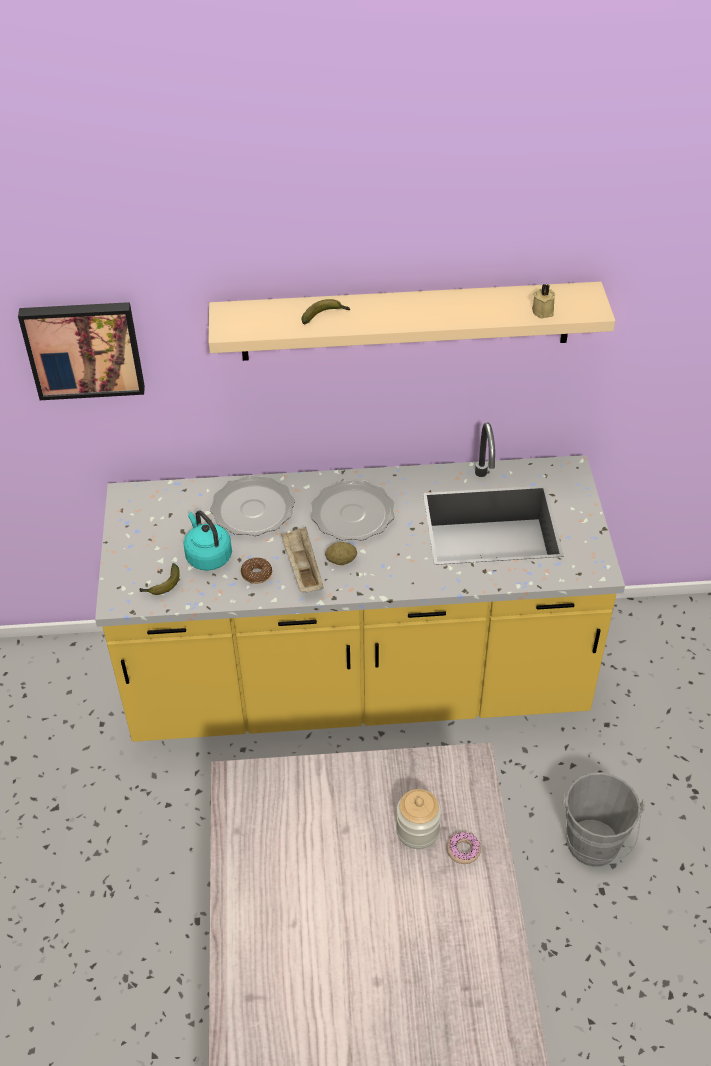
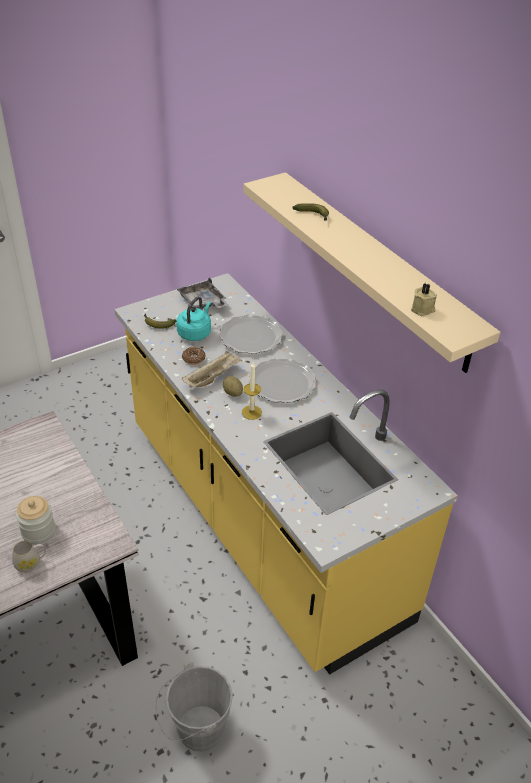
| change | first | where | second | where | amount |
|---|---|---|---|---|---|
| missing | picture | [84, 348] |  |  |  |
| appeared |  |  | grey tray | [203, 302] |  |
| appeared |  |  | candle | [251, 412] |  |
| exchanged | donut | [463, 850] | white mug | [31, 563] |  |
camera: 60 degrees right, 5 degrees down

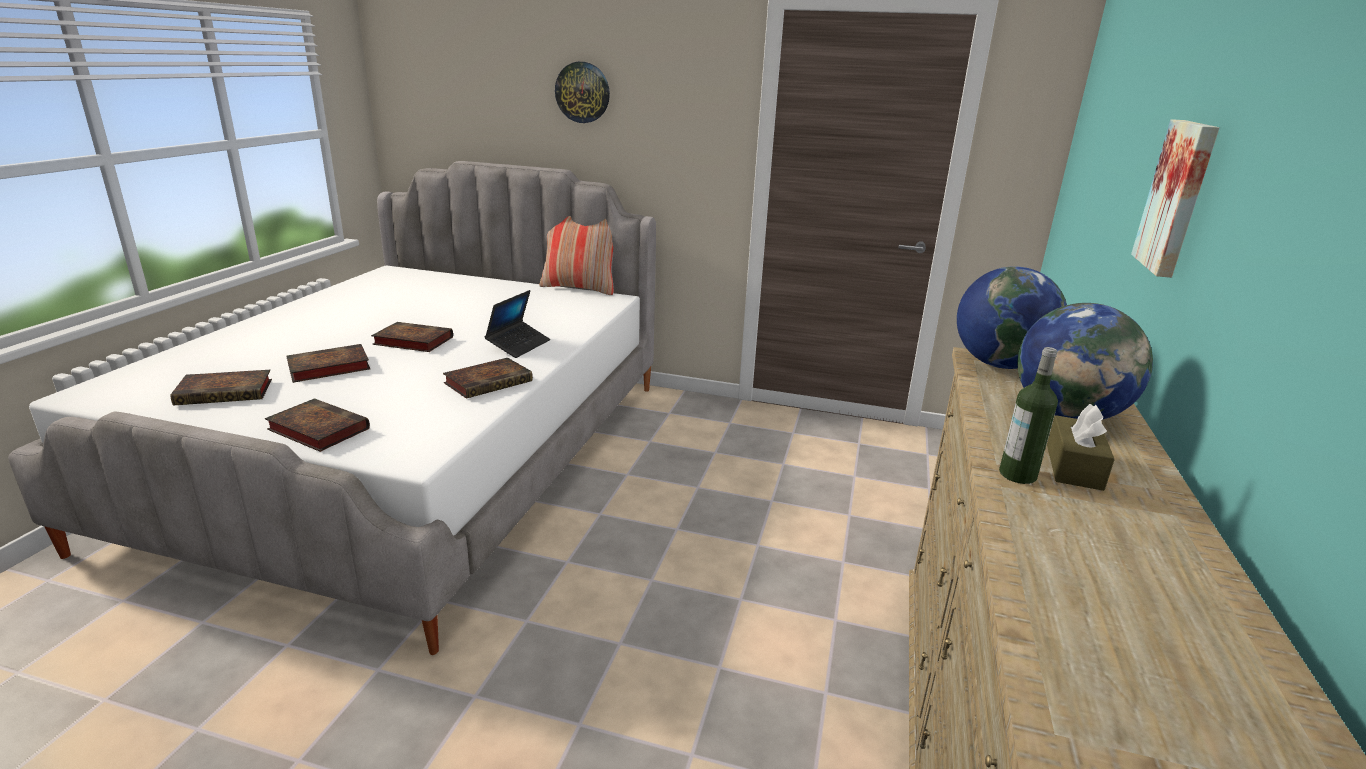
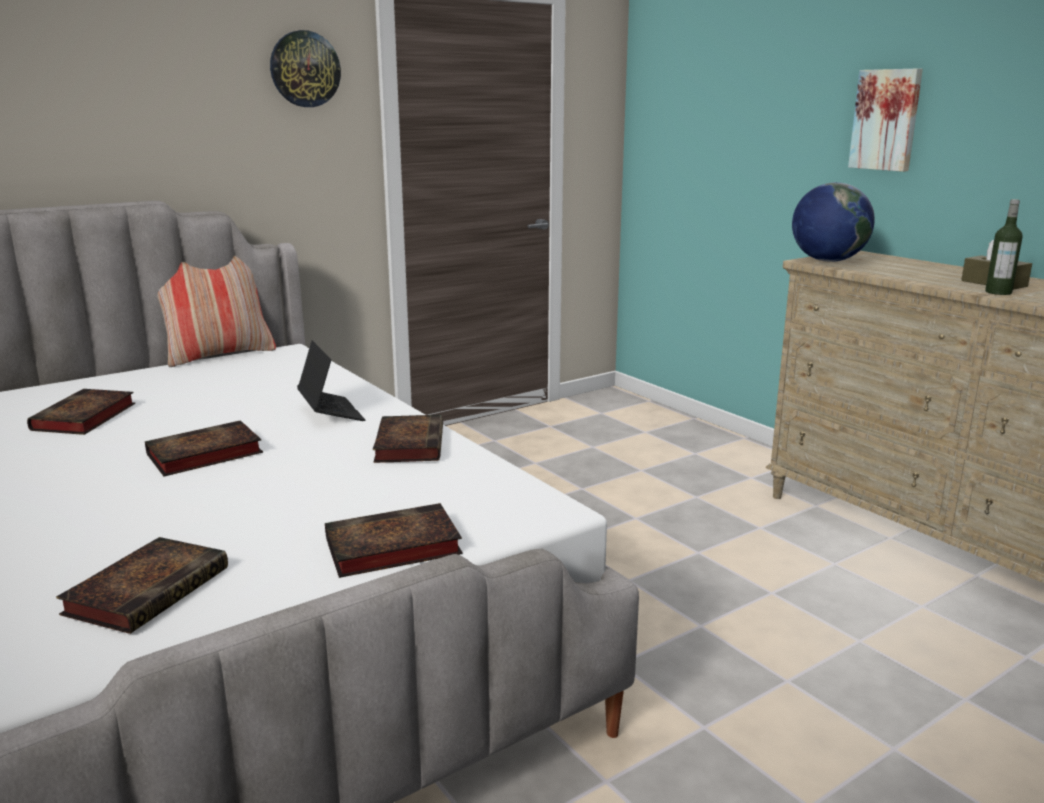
| change | first | where | second | where | amount |
|---|---|---|---|---|---|
| missing | globe | [1068, 415] |  |  |  |
| relocated | book | [327, 368] |  | [84, 418] |  |
| relocated | wall clock | [582, 92] |  | [305, 69] |  |
camera: 50 degrees left, 5 degrees down

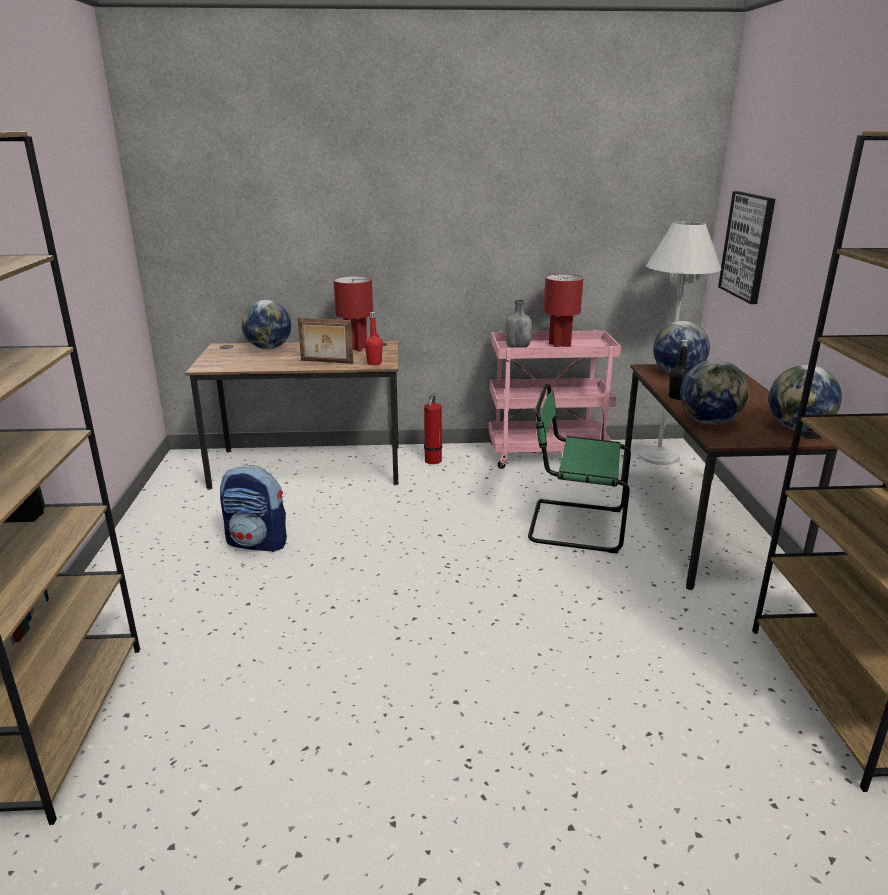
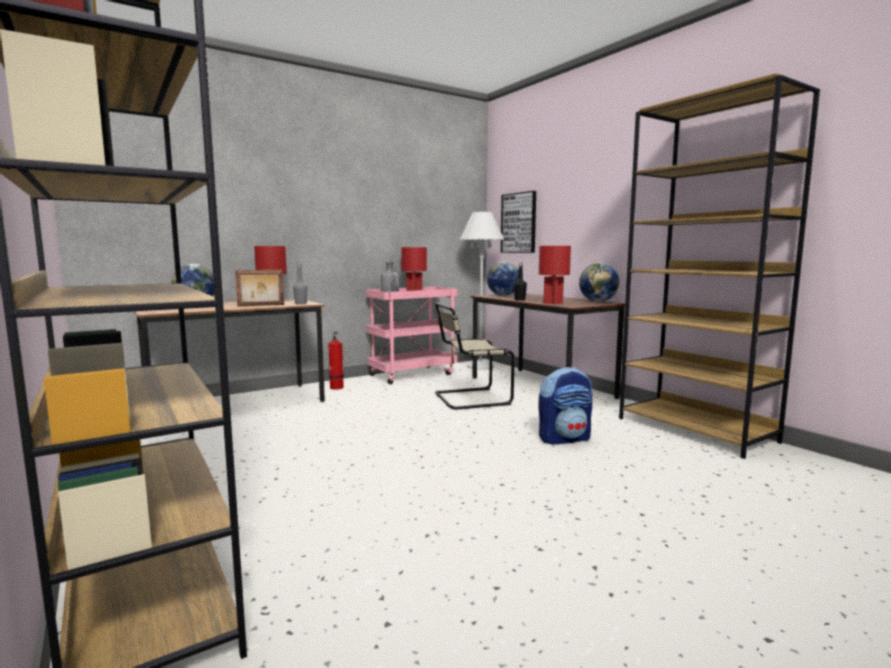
| change | first | where | second | where | amount |
|---|---|---|---|---|---|
| relocated | backpack | [258, 542] |  | [564, 438] |  |
| exchanged | globe | [709, 422] | red table lamp | [553, 303] |  |
| colour | red bottle | [374, 363] | grey bottle | [300, 303] |  |
| colour | green chair | [572, 525] | beige chair | [469, 399] |  |
camera: 30 degrees left, 15 degrees down

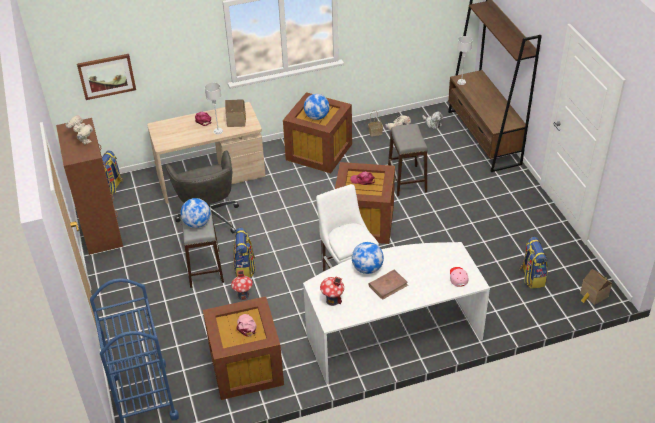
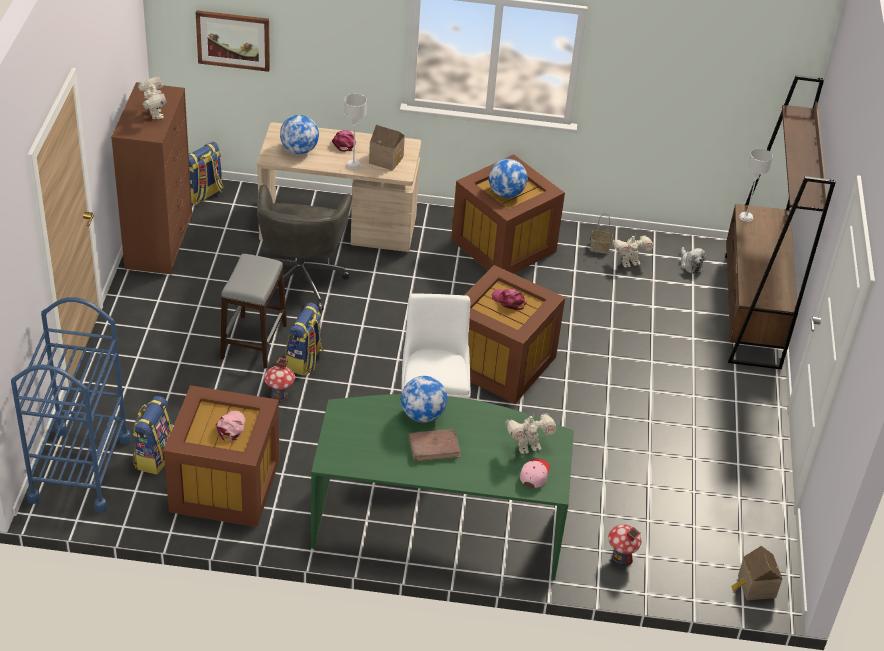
| change | first | where | second | where | amount |
|---|---|---|---|---|---|
| missing | grey stool | [407, 180] |  |  |  |
| appeared |  |  | toy robot | [528, 446] |  |
| relocated | globe | [197, 223] |  | [299, 150] |  |
| relocated | toy house | [332, 300] |  | [620, 557] |  |
| relocated | backpack | [531, 277] |  | [154, 456] |  |
| colour | white desk | [392, 333] | green desk | [439, 521] |  |
camera: 20 degrees right, 0 degrees up

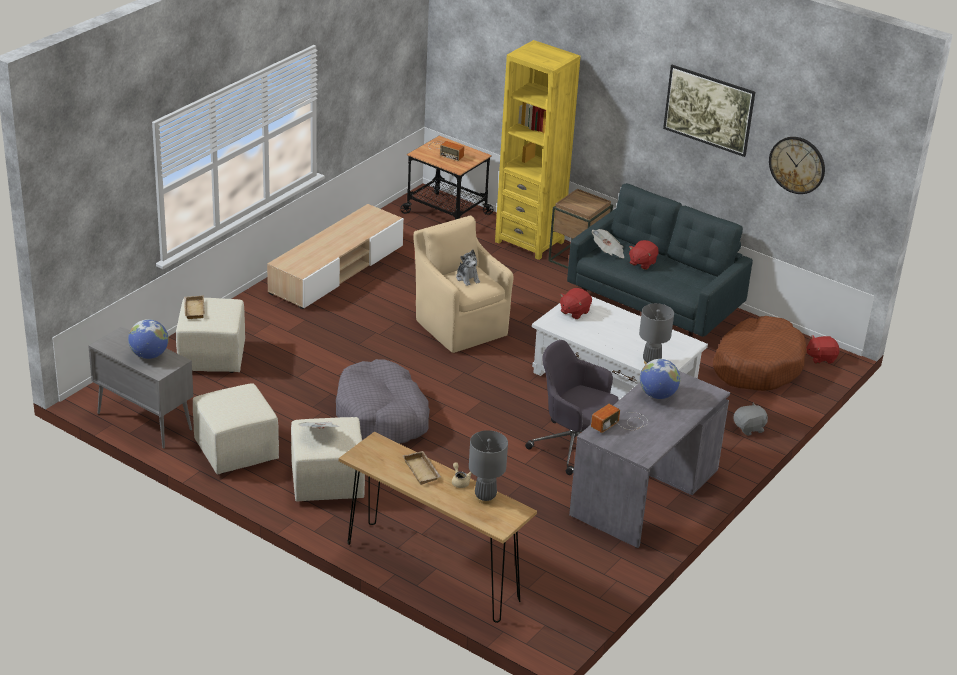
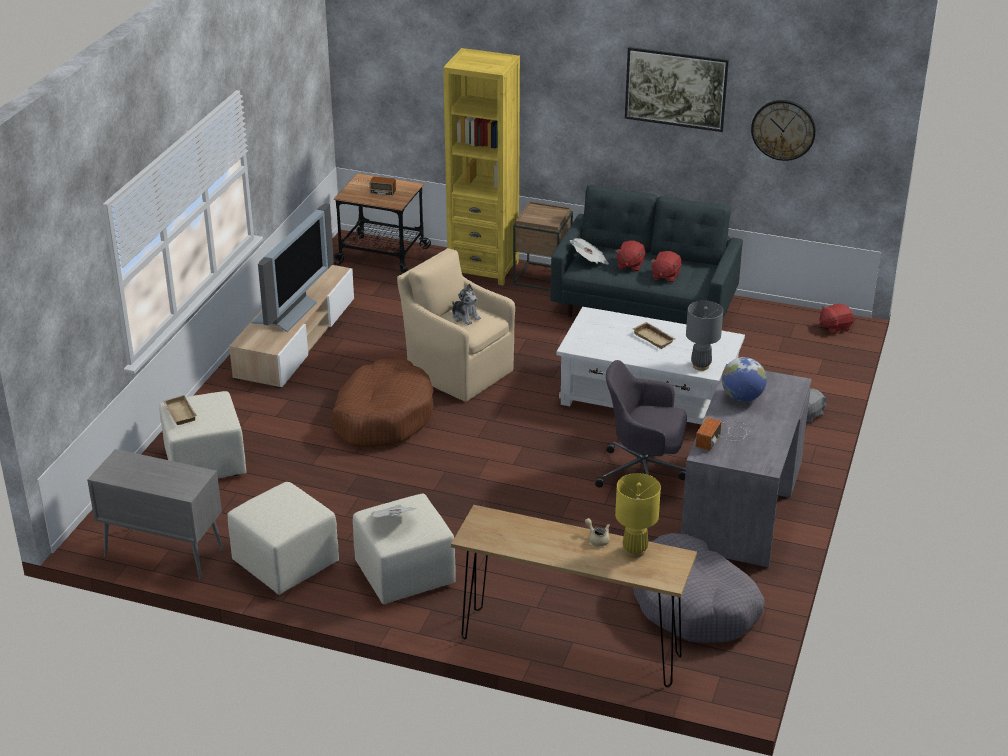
| change | first | where | second | where | amount |
|---|---|---|---|---|---|
| missing | globe | [149, 355] |  |  |  |
| appeared |  |  | television | [288, 314] |  |
| relocated | grey dog bed | [382, 416] |  | [694, 604] |  |
| relocated | beige tray | [422, 471] |  | [654, 338] |  |
| relocated | red plush toy | [574, 312] |  | [665, 276] |  |
| relocated | brown dog bed | [757, 365] |  | [382, 417] |  |
| colour | grey table lamp | [485, 498] | yellow table lamp | [634, 551] |  |
camera: 15 degrees left, 0 degrees up

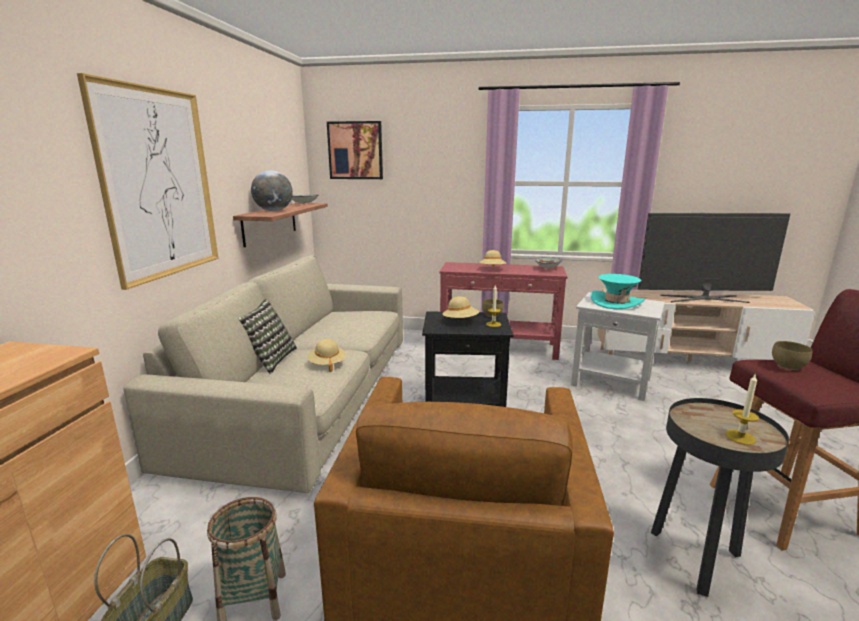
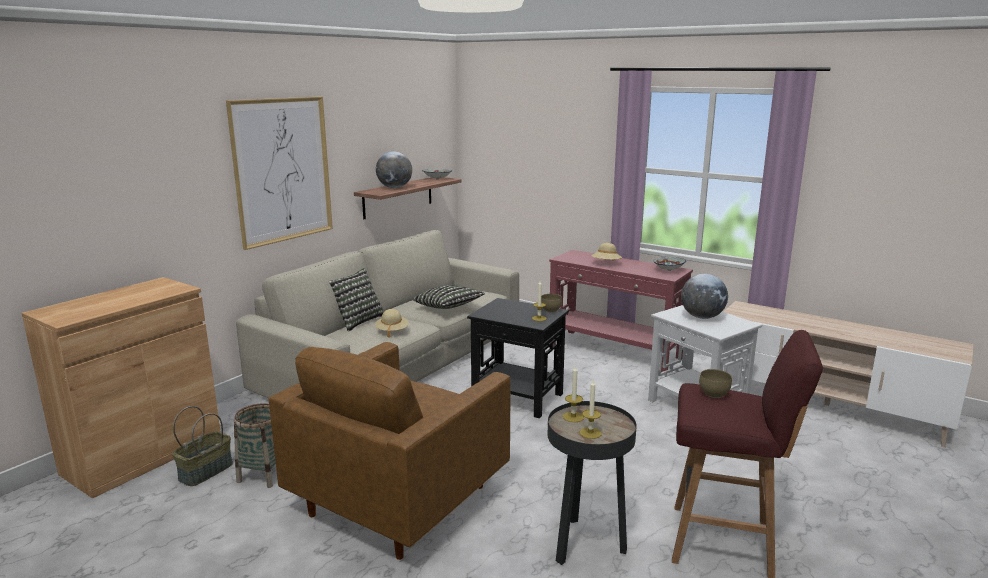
| change | first | where | second | where | amount |
|---|---|---|---|---|---|
| missing | picture | [355, 150] |  |  |  |
| missing | beige hat | [460, 321] |  |  |  |
| missing | television | [704, 299] |  |  |  |
| appeared |  |  | pillow | [448, 307] |  |
| appeared |  |  | candle | [573, 417] |  |
| exchanged | turquoise hat | [616, 302] | globe | [702, 317] |  |
camera: 25 degrees right, 0 degrees up

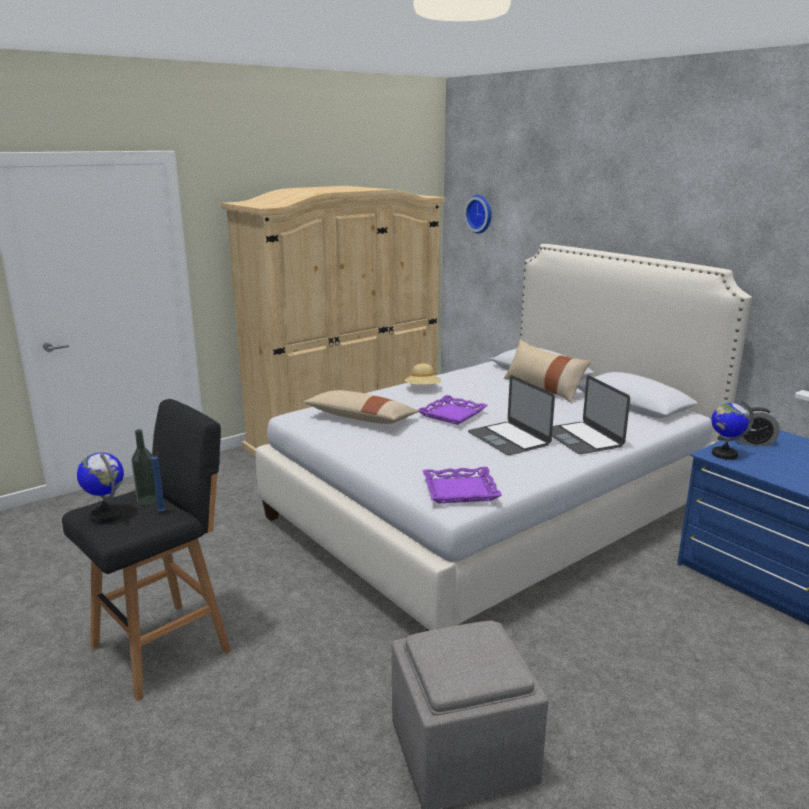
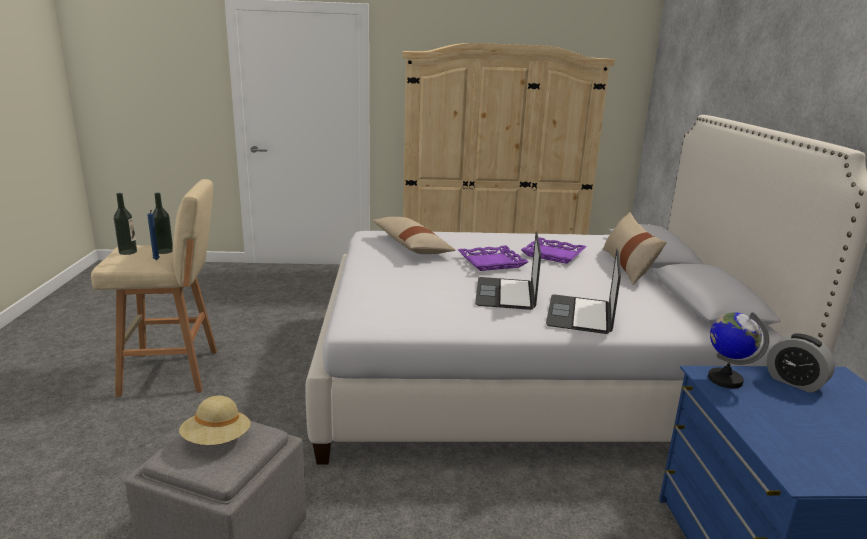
| change | first | where | second | where | amount |
|---|---|---|---|---|---|
| missing | wall clock | [480, 214] |  |  |  |
| relocated | beige hat | [423, 389] |  | [217, 440] |  |
| relocated | purple tray | [460, 490] |  | [553, 254] |  |
| exchanged | globe | [106, 515] | bottle | [128, 252] |  |
| colour | black stool | [165, 646] | beige stool | [174, 372] |  |
camera: 35 degrees right, 0 degrees up

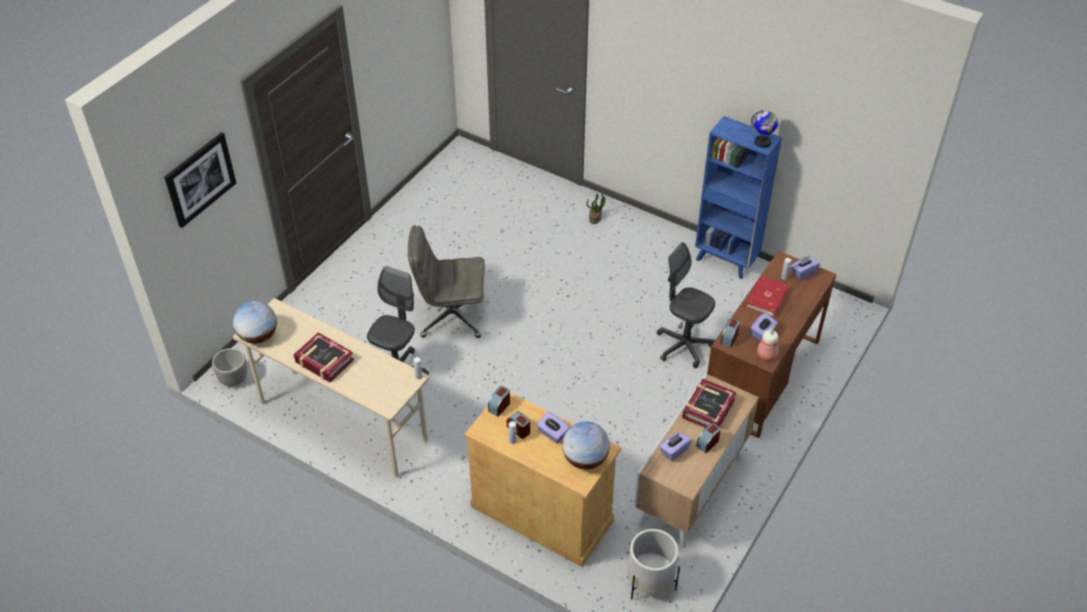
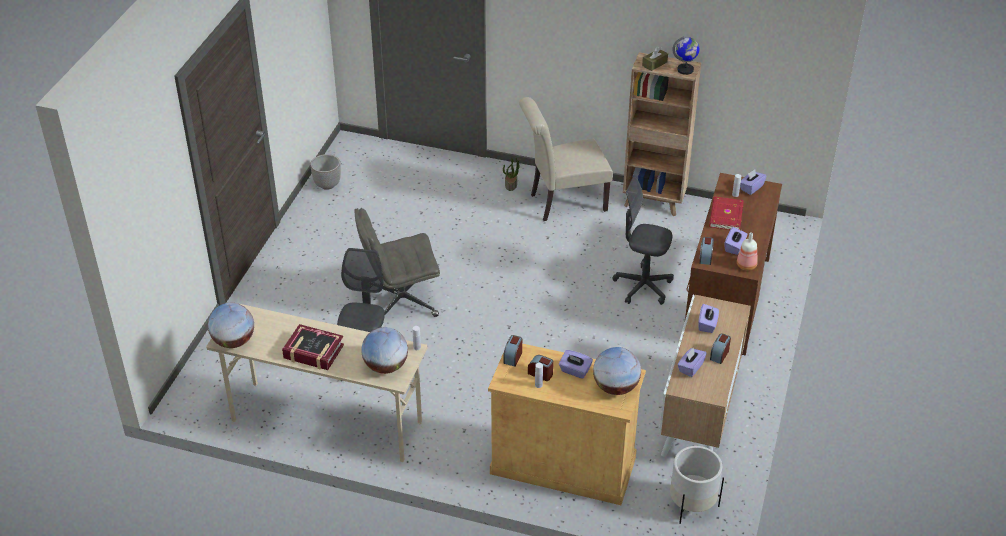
| change | first | where | second | where | amount |
|---|---|---|---|---|---|
| missing | picture | [200, 179] |  |  |  |
| appeared |  |  | globe | [386, 366] |  |
| appeared |  |  | beige chair | [563, 203] |  |
| appeared |  |  | brown tissue box | [654, 64] |  |
| relocated | planter | [234, 379] |  | [327, 184] |  |
| exchanged | book | [708, 409] | purple tissue box | [707, 325] |  |
| colour | blue bookcase | [726, 261] | brown bookcase | [654, 202] |  |
camera: 15 degrees left, 5 degrees down

